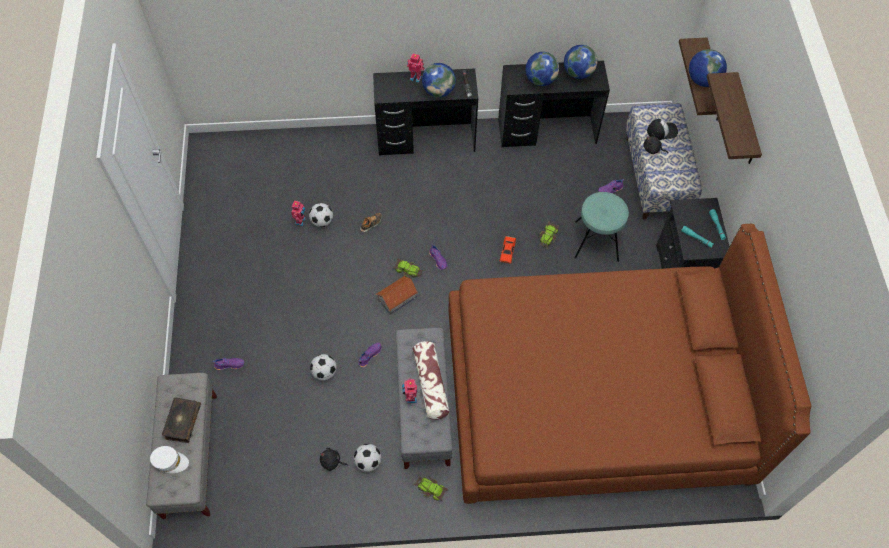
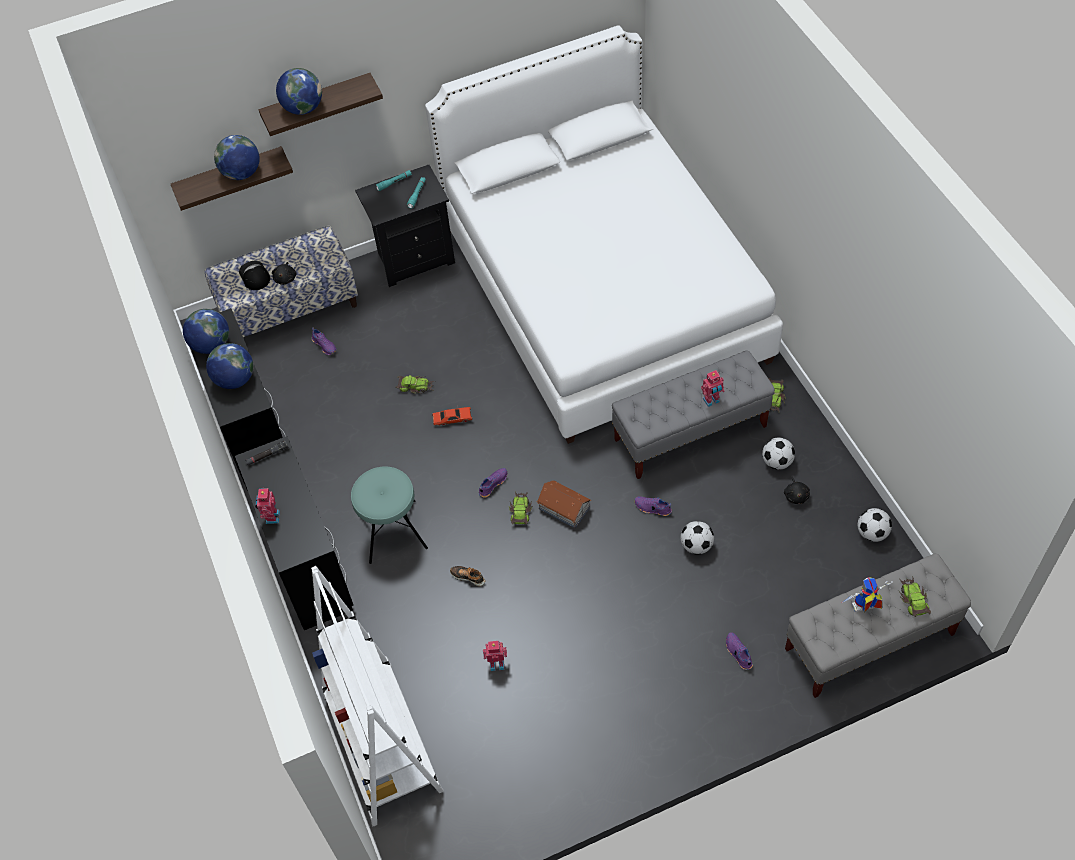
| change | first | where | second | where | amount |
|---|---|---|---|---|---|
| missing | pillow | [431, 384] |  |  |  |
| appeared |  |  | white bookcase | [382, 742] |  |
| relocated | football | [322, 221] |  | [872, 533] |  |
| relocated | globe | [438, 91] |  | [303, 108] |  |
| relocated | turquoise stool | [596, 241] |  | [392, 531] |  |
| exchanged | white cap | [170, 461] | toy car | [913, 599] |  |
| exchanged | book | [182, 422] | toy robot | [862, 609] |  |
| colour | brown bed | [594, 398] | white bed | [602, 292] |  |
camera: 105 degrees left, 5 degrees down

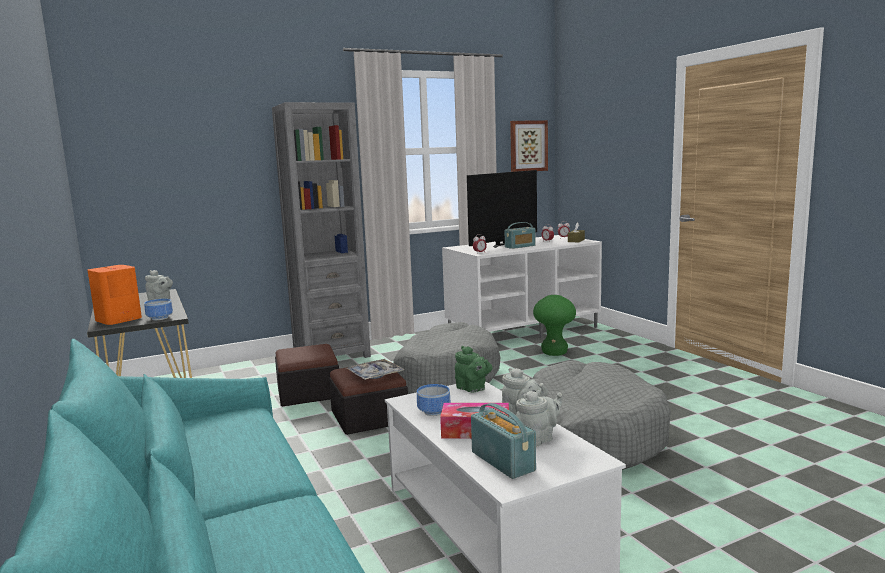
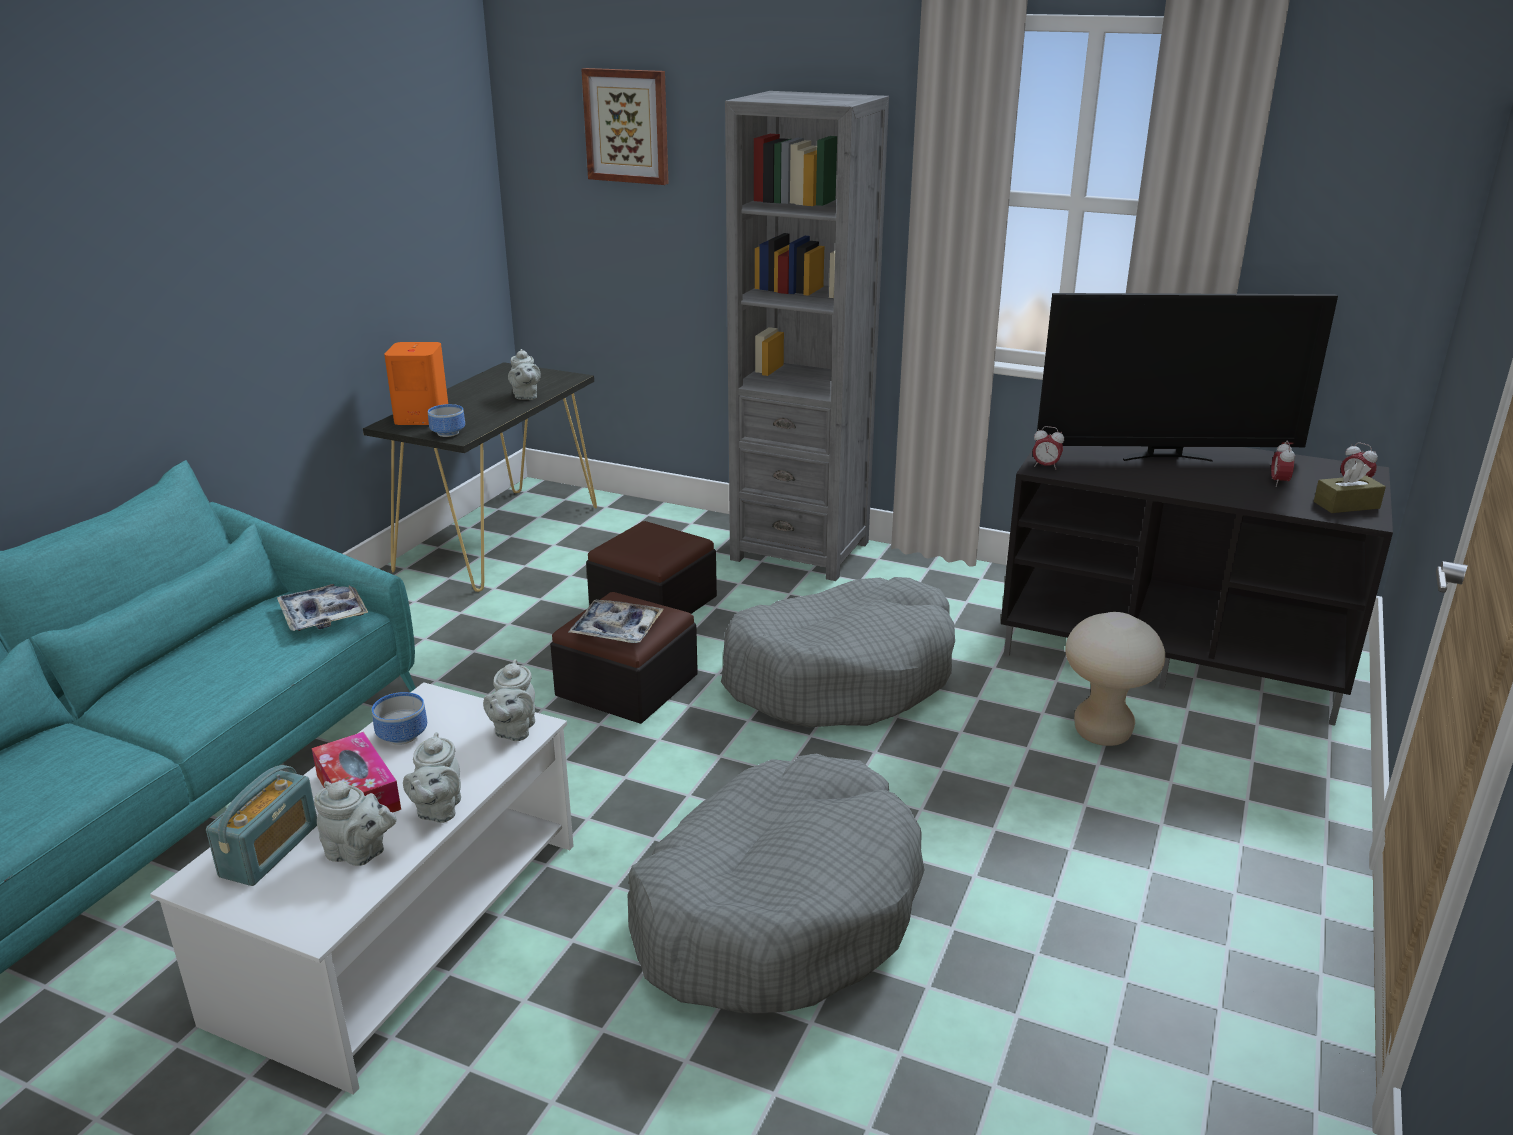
| change | first | where | second | where | amount |
|---|---|---|---|---|---|
| missing | radio | [520, 246] |  |  |  |
| appeared |  |  | tray | [323, 615] |  |
| relocated | picture | [528, 146] |  | [627, 126] |  |
| colour | white tv stand | [523, 330] | black tv stand | [1174, 652] |  |
| colour | green teapot | [472, 389] | grey teapot | [513, 731] |  |
| colour | green stool | [554, 353] | beige stool | [1102, 733] |  |
camera: 50 degrees right, 15 degrees up

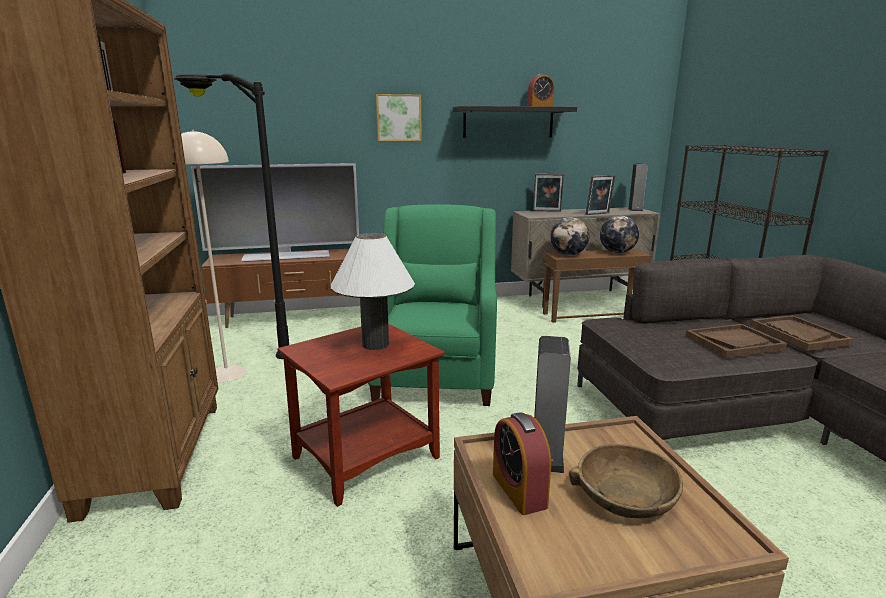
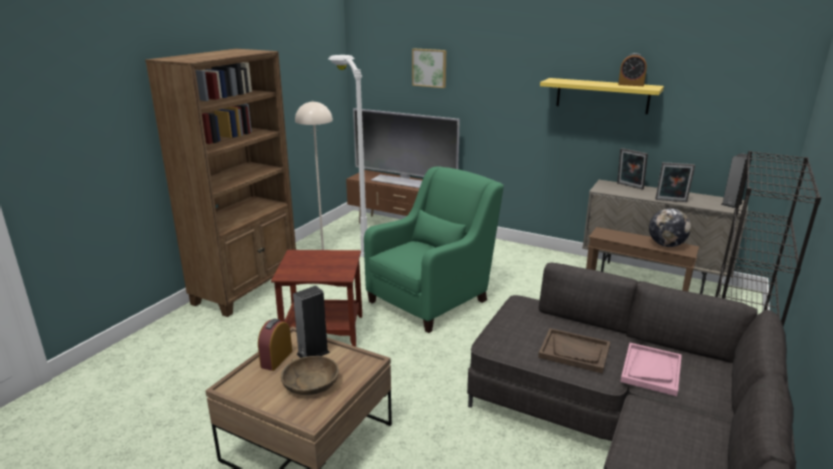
| change | first | where | second | where | amount |
|---|---|---|---|---|---|
| missing | white table lamp | [375, 344] |  |  |  |
| missing | globe | [568, 255] |  |  |  |
| relocated | picture | [398, 117] |  | [429, 68] |  |
| colour | black floor lamp | [245, 345] | white floor lamp | [354, 240] |  |
| colour | black shelf | [508, 122] | yellow shelf | [602, 95] |  |
| colour | brown tray | [798, 334] | pink tray | [651, 370] |  |
camera: 40 degrees right, 5 degrees up

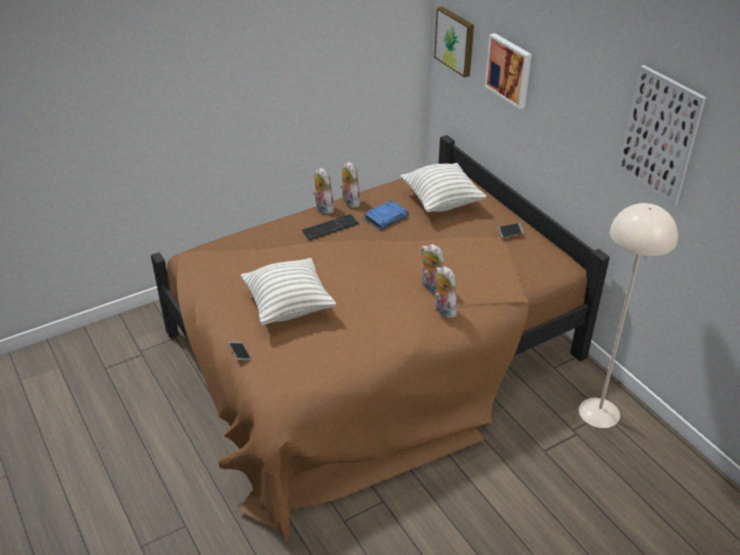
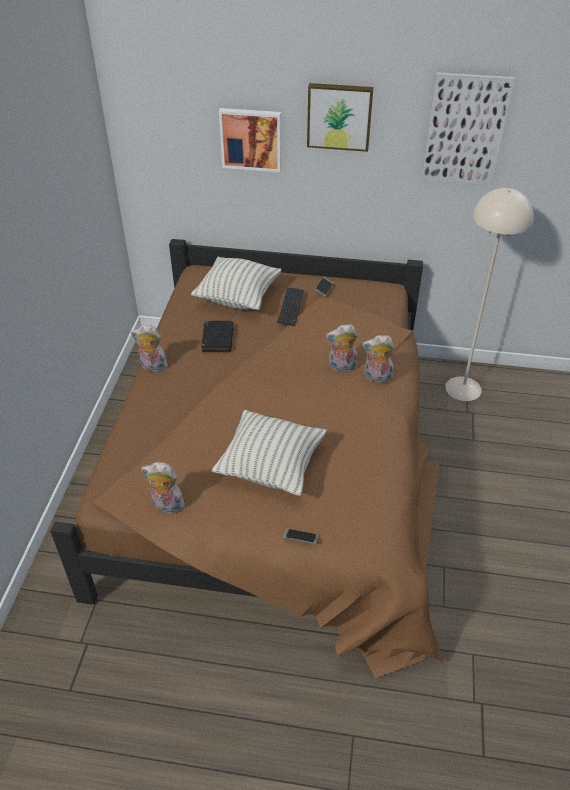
| change | first | where | second | where | amount |
|---|---|---|---|---|---|
| relocated | keyboard | [330, 228] |  | [291, 307] |  |
| relocated | plush toy | [349, 201] |  | [166, 506] |  |
| relocated | picture | [456, 41] |  | [339, 116] |  |
| colour | blue book | [386, 217] | black book | [217, 339] |  |
camera: 50 degrees left, 5 degrees up

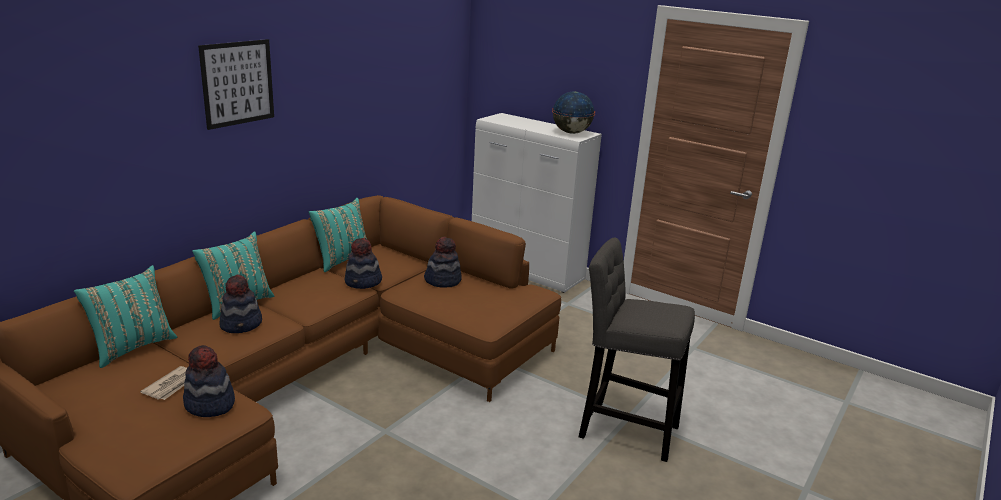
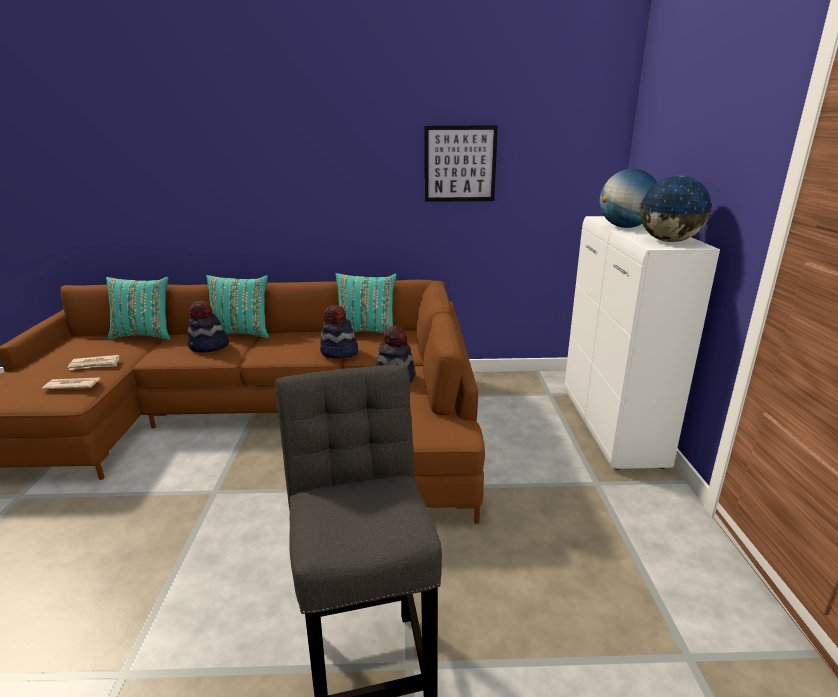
| change | first | where | second | where | amount |
|---|---|---|---|---|---|
| appeared |  |  | globe | [625, 227] |  |
| relocated | picture | [238, 83] |  | [460, 164] |  |
| exchanged | hat | [209, 404] | newspaper | [72, 385] |  |
camera: 55 degrees right, 0 degrees up

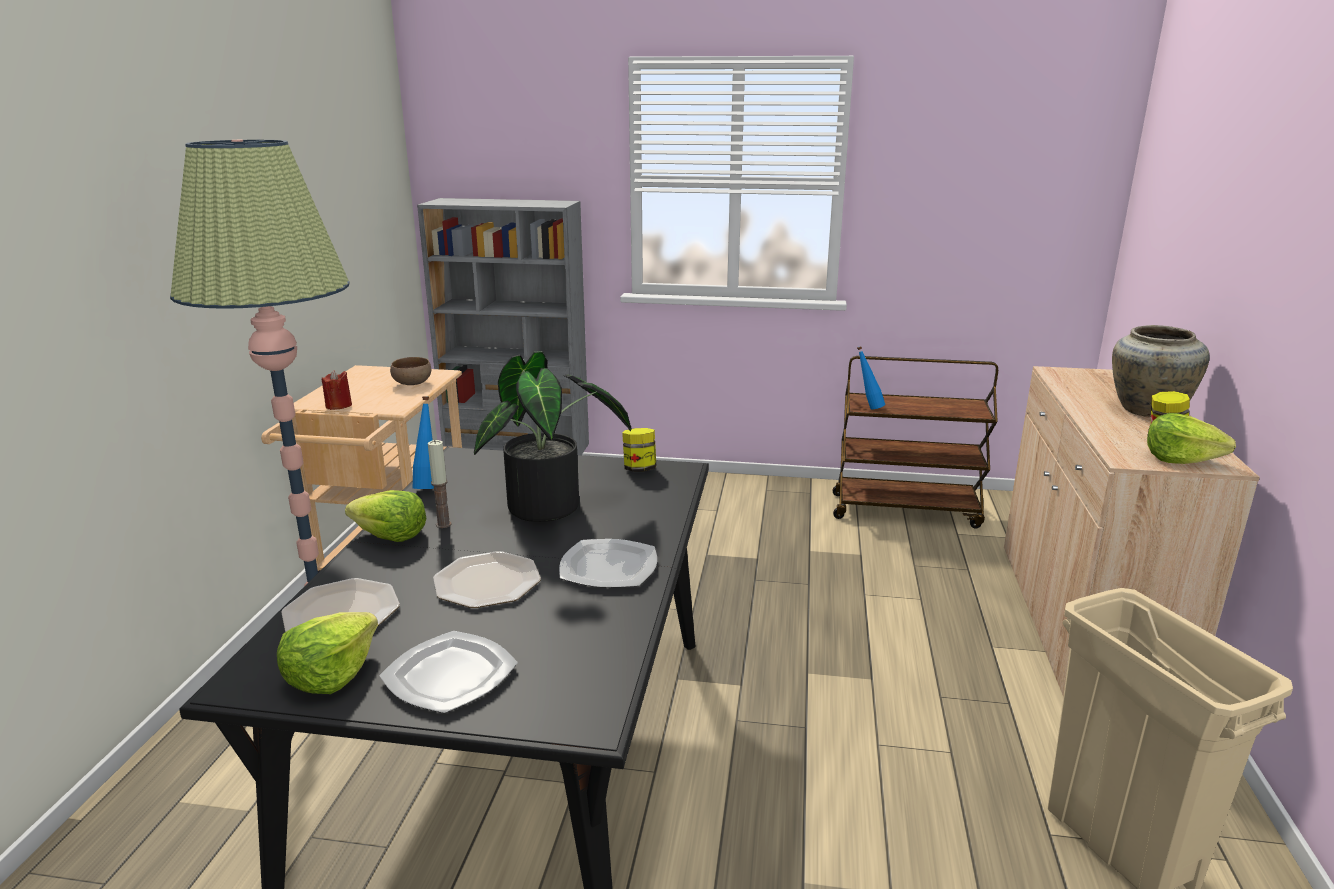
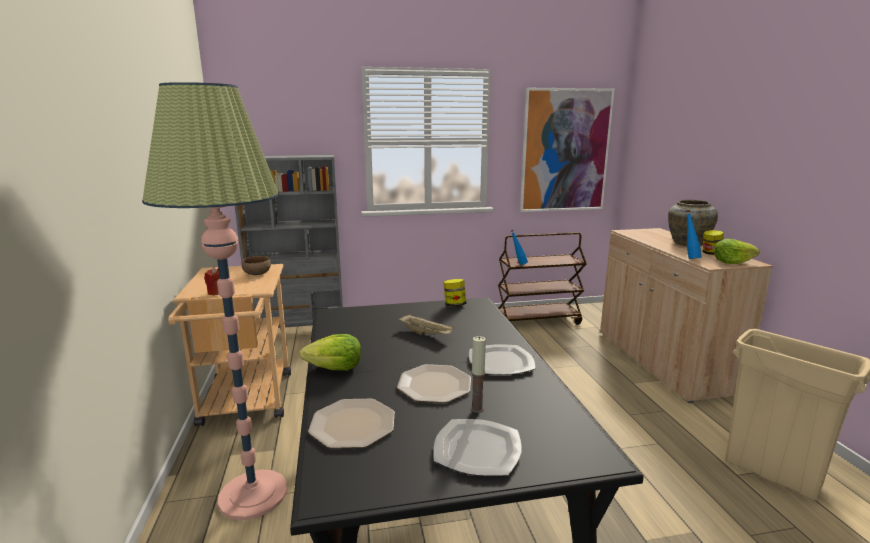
| change | first | where | second | where | amount |
|---|---|---|---|---|---|
| missing | lettuce | [331, 674] |  |  |  |
| appeared |  |  | picture | [565, 151] |  |
| relocated | blue bottle | [428, 486] |  | [689, 258] |  |
| relocated | candle | [443, 524] |  | [477, 409] |  |
| exchanged | potted plant | [553, 508] | beige tray | [426, 334] |  |
camera: 20 degrees left, 5 degrees down

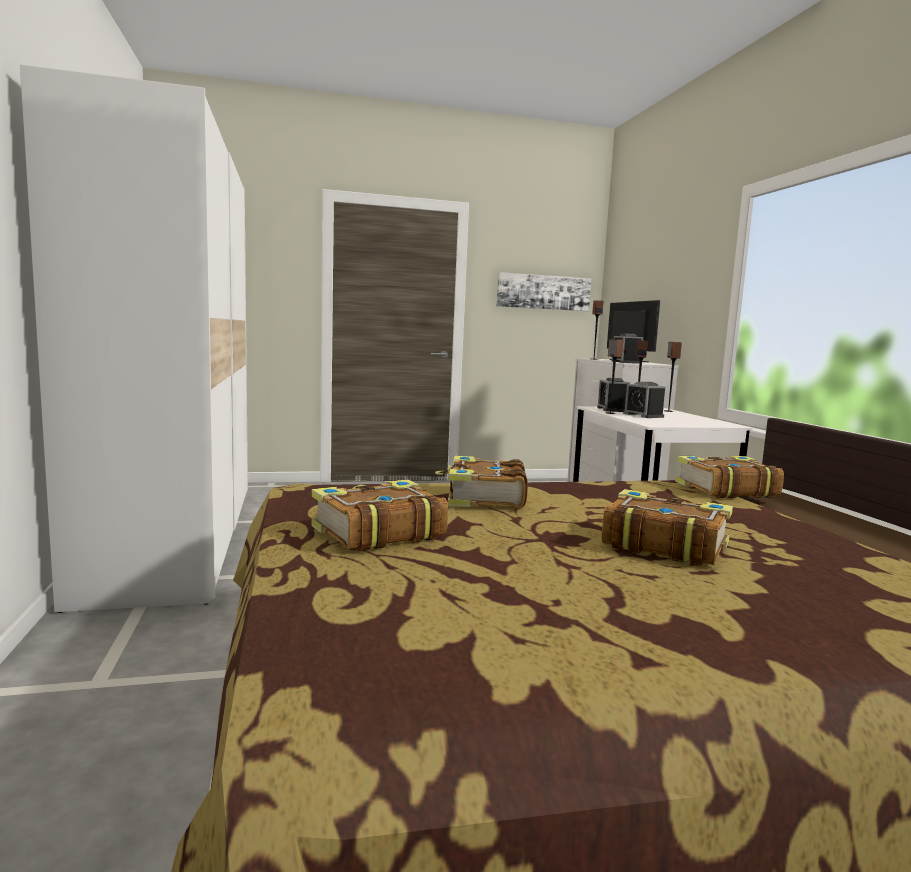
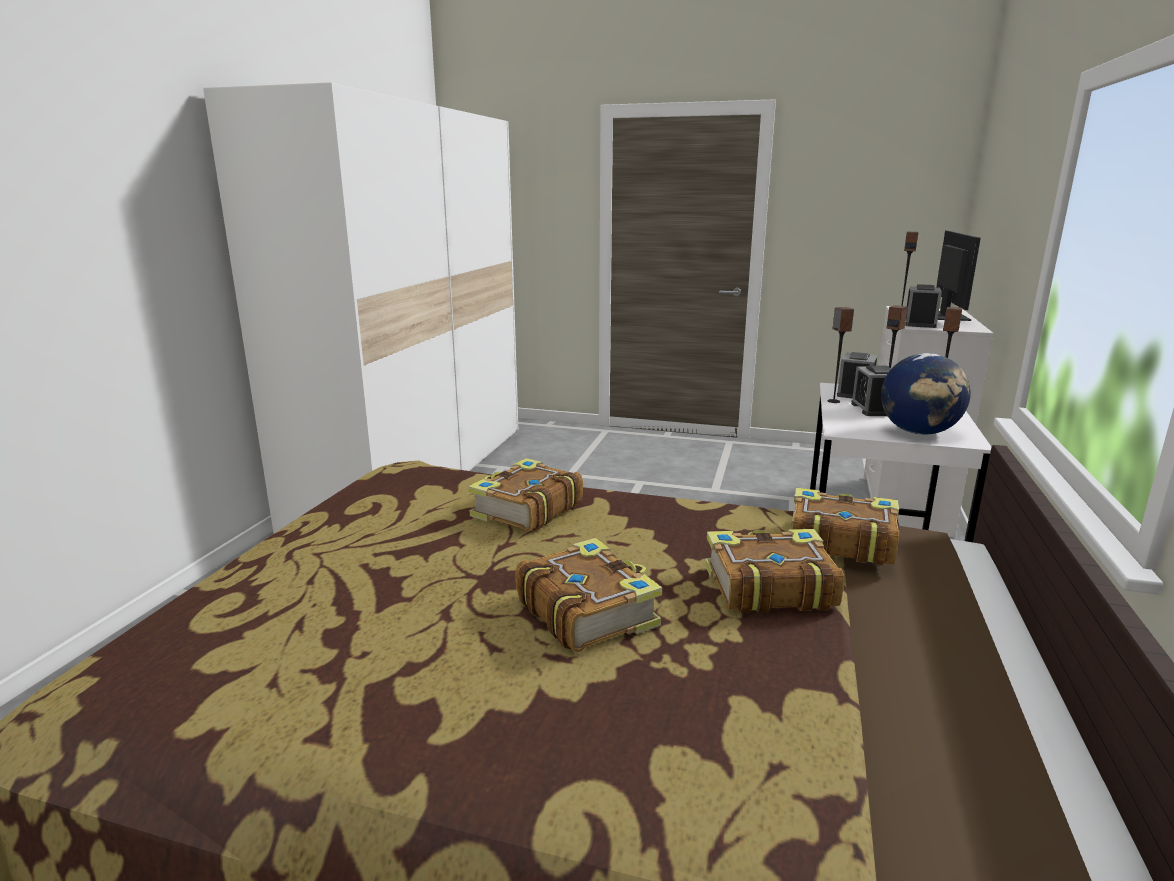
| change | first | where | second | where | amount |
|---|---|---|---|---|---|
| missing | picture | [543, 292] |  |  |  |
| appeared |  |  | globe | [919, 432] |  |
| relocated | book | [376, 532] |  | [767, 587] |  |
camera: 30 degrees right, 10 degrees up

